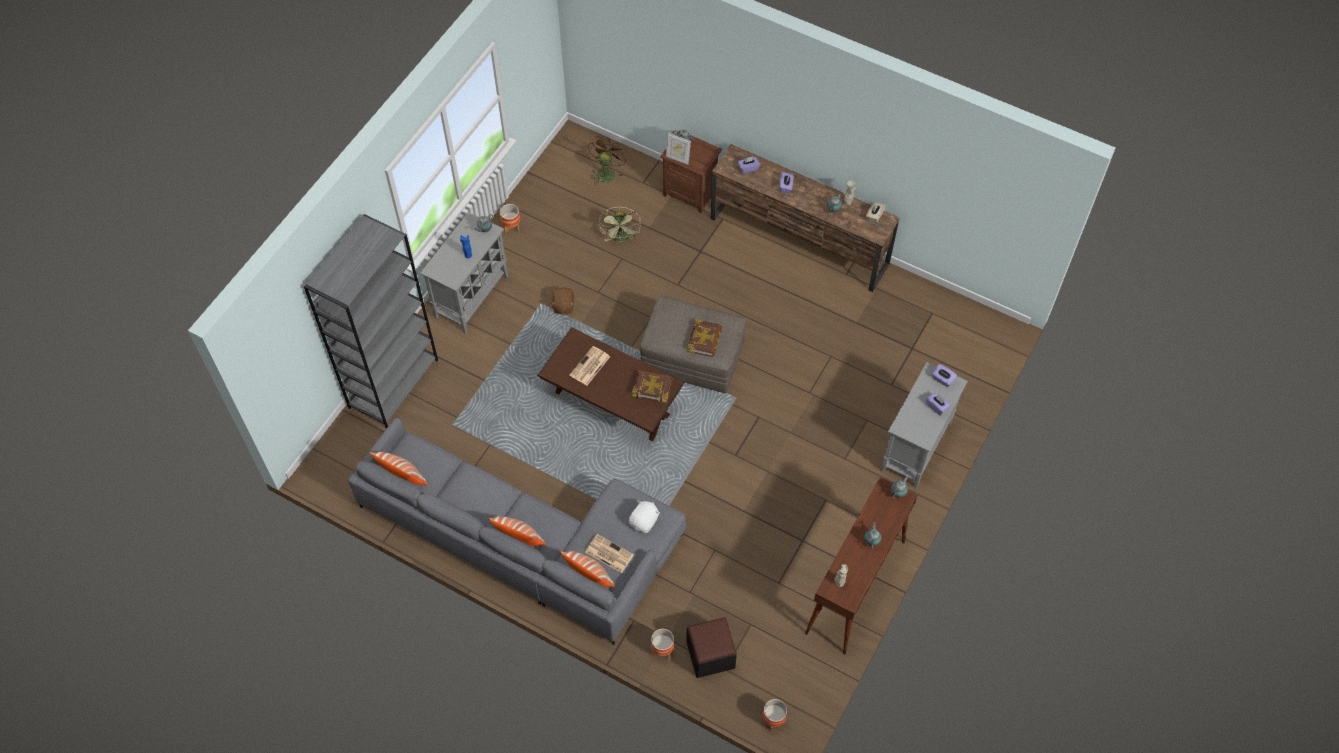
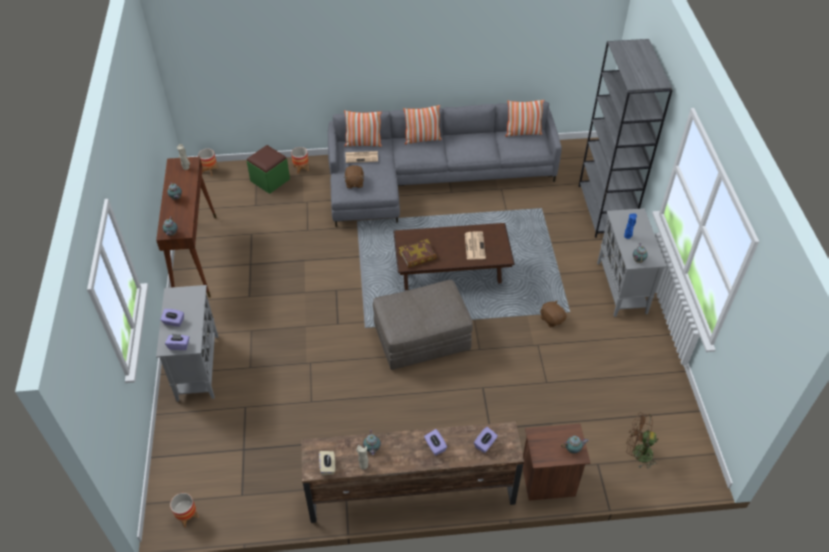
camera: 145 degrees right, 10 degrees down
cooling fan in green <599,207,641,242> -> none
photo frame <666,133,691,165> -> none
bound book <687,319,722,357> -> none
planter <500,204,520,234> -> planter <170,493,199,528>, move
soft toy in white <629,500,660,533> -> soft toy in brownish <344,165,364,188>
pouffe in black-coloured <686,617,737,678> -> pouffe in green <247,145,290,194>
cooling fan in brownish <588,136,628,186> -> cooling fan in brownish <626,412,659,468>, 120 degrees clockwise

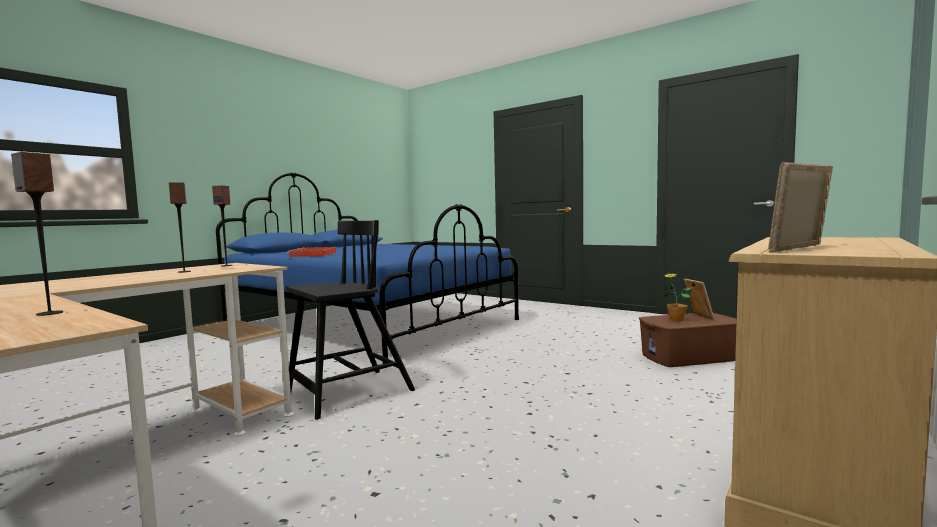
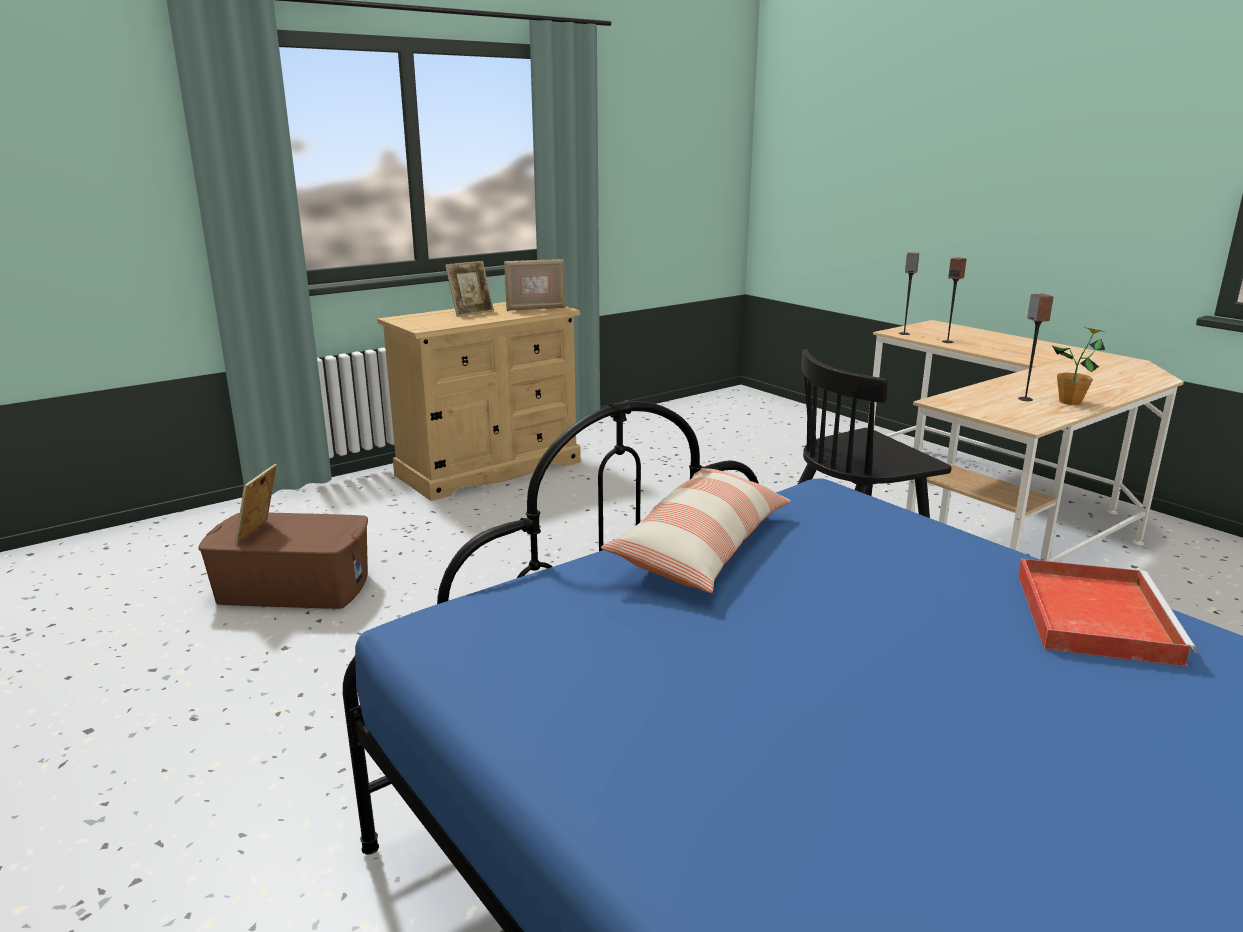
camera: 165 degrees left, 15 degrees up
none -> photo frame <445,261,494,317>
none -> cushion <601,468,791,593>
loudspeaker <212,186,232,266> -> loudspeaker <899,252,919,335>, move
plant in a pot <664,273,692,322> -> plant in a pot <1052,327,1105,405>, move

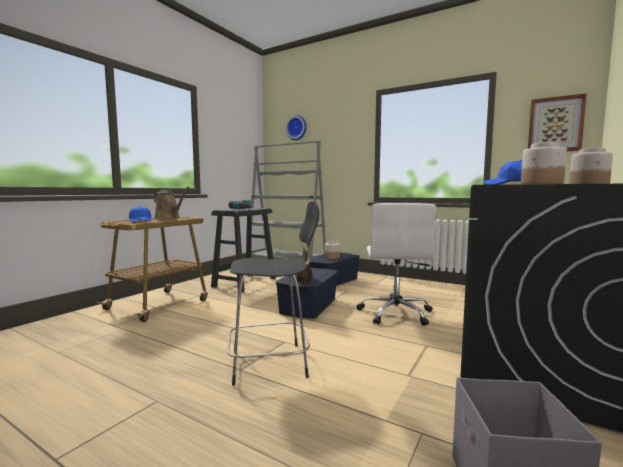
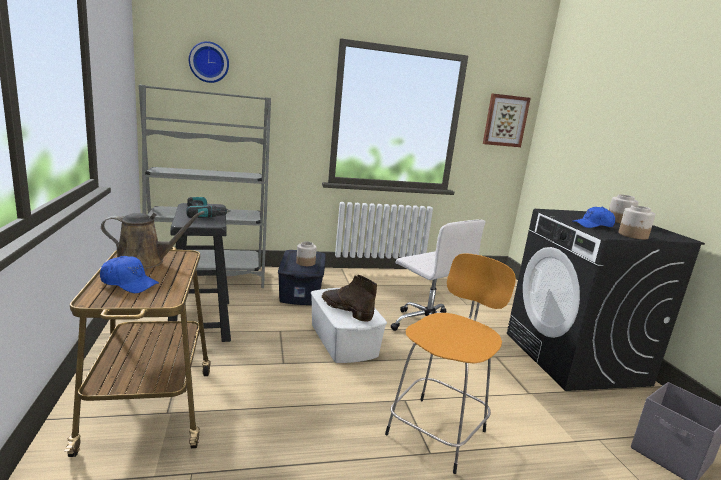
camera: 45 degrees left, 10 degrees up
stool in black-coloured <227,202,319,386> -> stool in orange-coloured <385,253,516,474>
storage bin in bluish <275,268,338,319> -> storage bin in white <311,288,387,363>

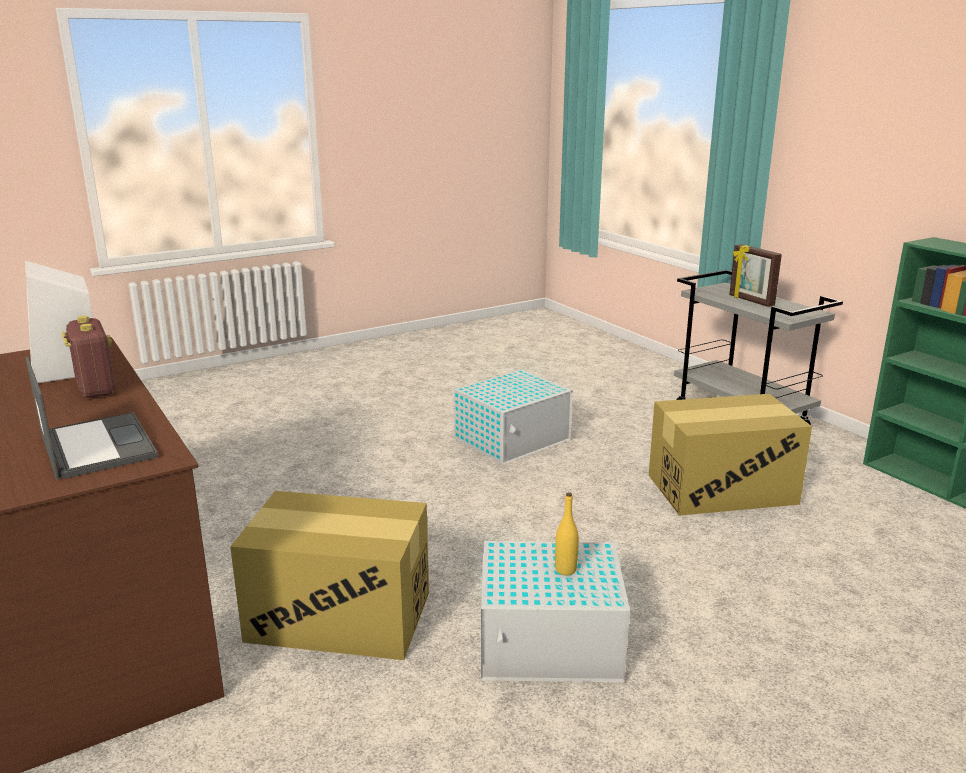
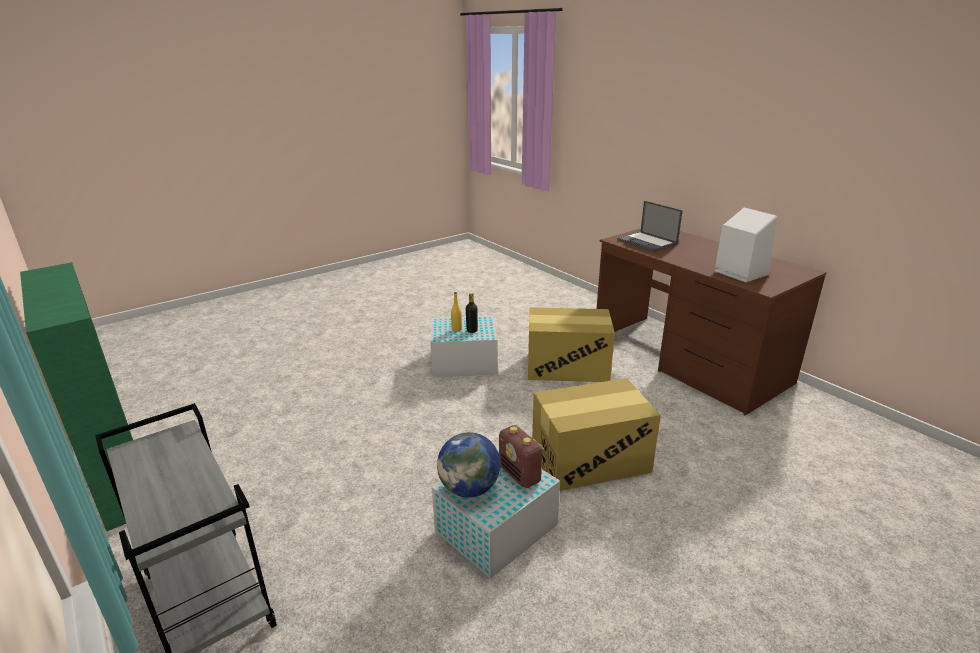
camera: 175 degrees right, 5 degrees up
photo frame <729,244,782,307> -> none
none -> globe <437,432,501,498>
none -> drink bottle in black-coloured <466,293,478,333>
radio set <62,316,116,398> -> radio set <499,425,544,488>, move
carton <649,394,812,516> -> carton <532,378,661,491>, move

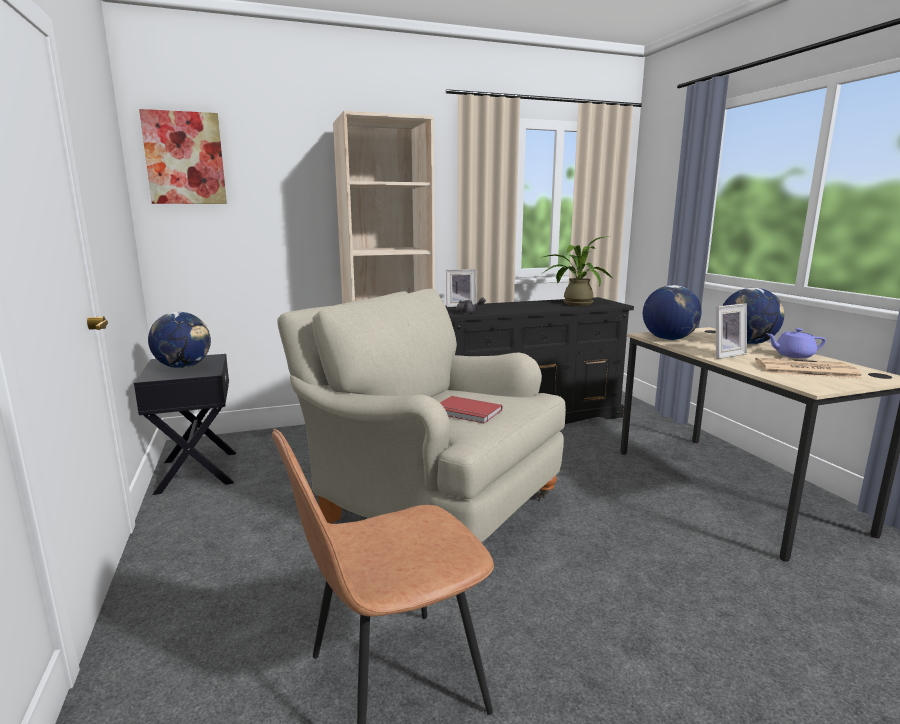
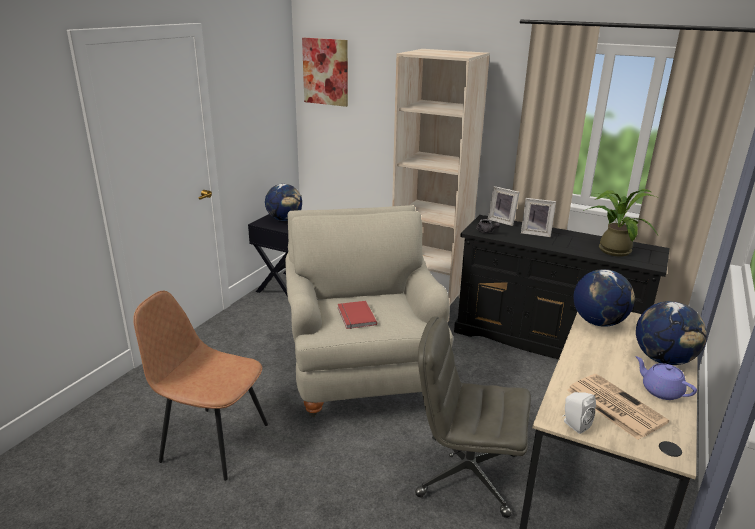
camera: 45 degrees right, 10 degrees up
none -> office chair in greyish <415,316,531,518>
none -> loudspeaker in white <562,392,596,434>
photo frame <716,303,747,359> -> photo frame <521,198,556,237>, move

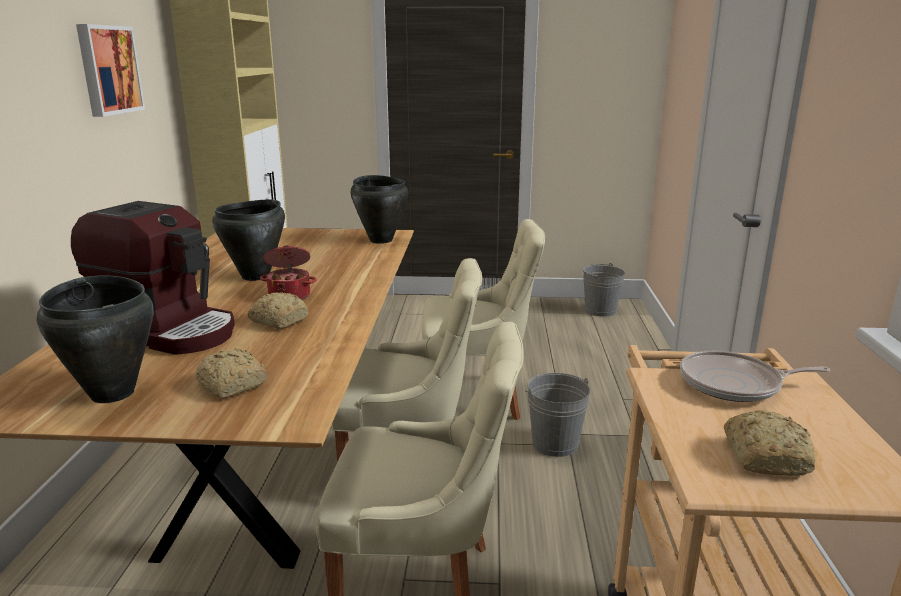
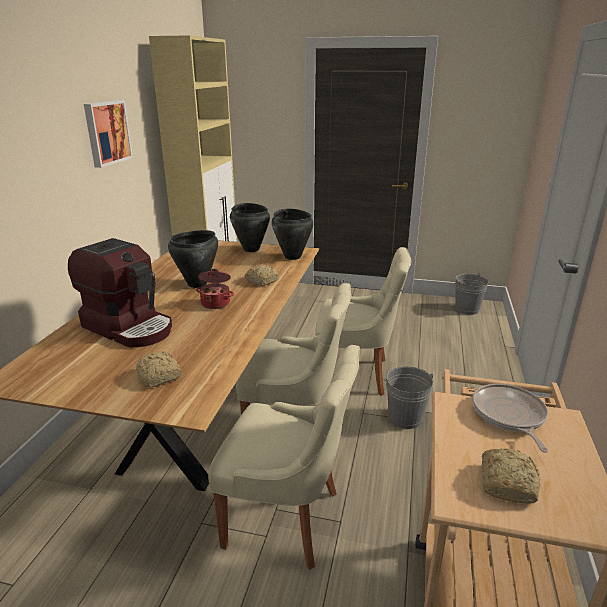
camera: 10 degrees right, 5 degrees up
stockpot in black-coloured <36,275,153,403> -> stockpot in black-coloured <230,203,270,252>, move
bread <247,292,309,329> -> bread <245,265,279,286>, move
frying pan <680,351,830,402> -> frying pan <472,384,548,453>, 75 degrees clockwise

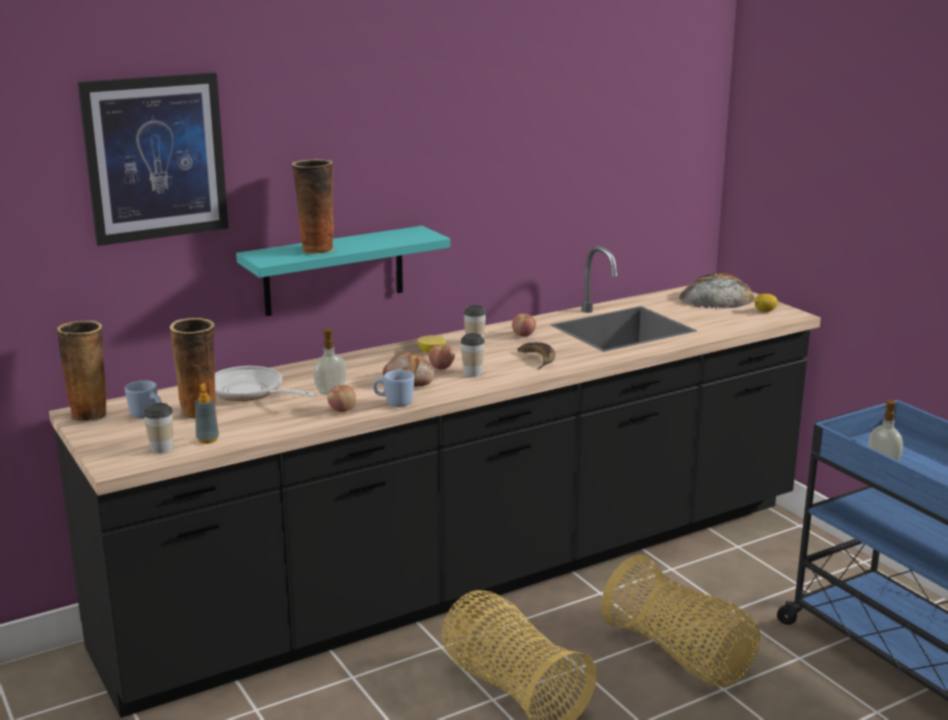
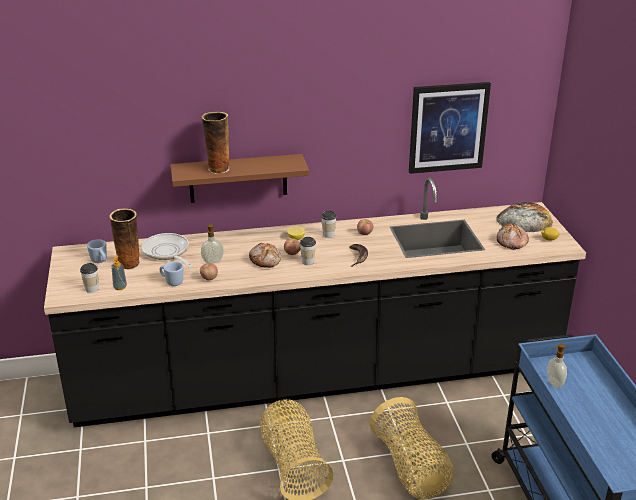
camera: 20 degrees right, 10 degrees up
flower vase <57,321,109,422> -> none
none -> bread <497,223,529,250>
wall art <78,72,229,246> -> wall art <409,82,491,174>, move
mug in bluish <373,370,414,407> -> mug in bluish <159,261,183,286>, move
wall shelf in blue-green <236,226,450,316> -> wall shelf in brownish <171,154,309,203>

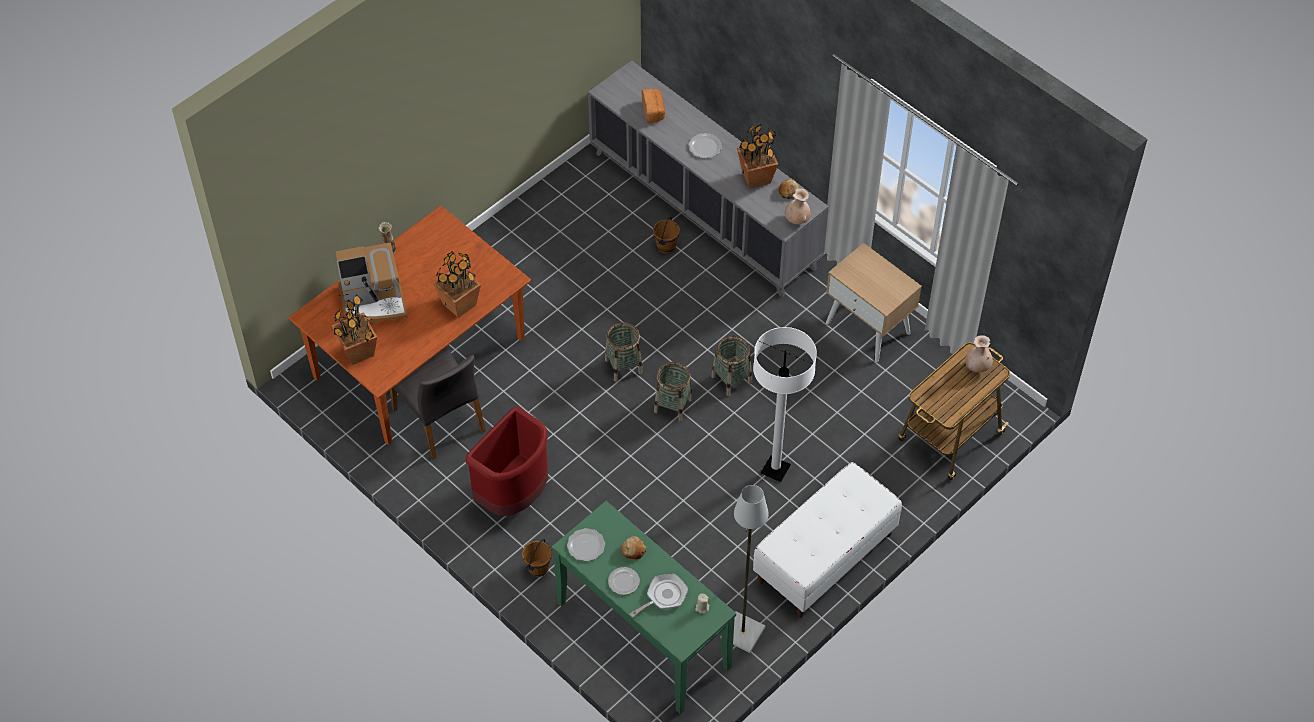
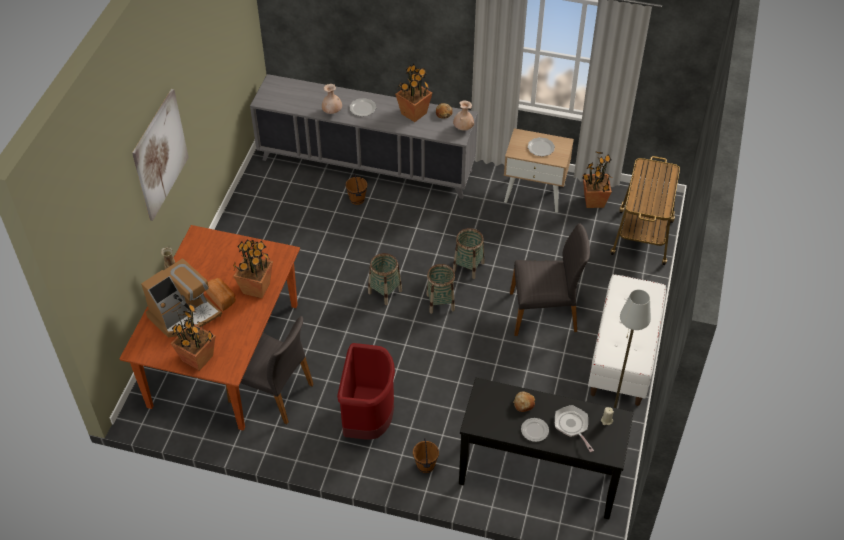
camera: 30 degrees left, 5 degrees down
none -> wall art <132,89,189,221>
none -> plant in a pot <582,151,612,208>
plate <567,528,605,561> -> plate <527,137,555,157>, move
bread <642,89,665,123> -> bread <206,278,236,311>, move
flower vase in sand-coloured <965,335,993,372> -> flower vase in sand-coloured <322,84,342,114>, move
floor lamp in white <753,327,817,482> -> plain chair in greyish <510,223,590,336>
narrow table in green <552,501,736,714> -> narrow table in black-coloured <459,378,634,520>
frying pan <630,574,688,617> -> frying pan <555,405,594,452>, 45 degrees counterclockwise

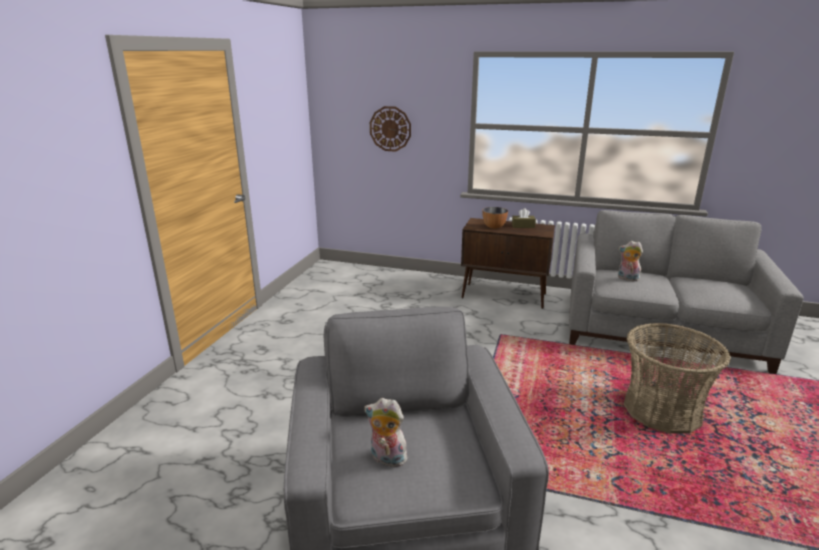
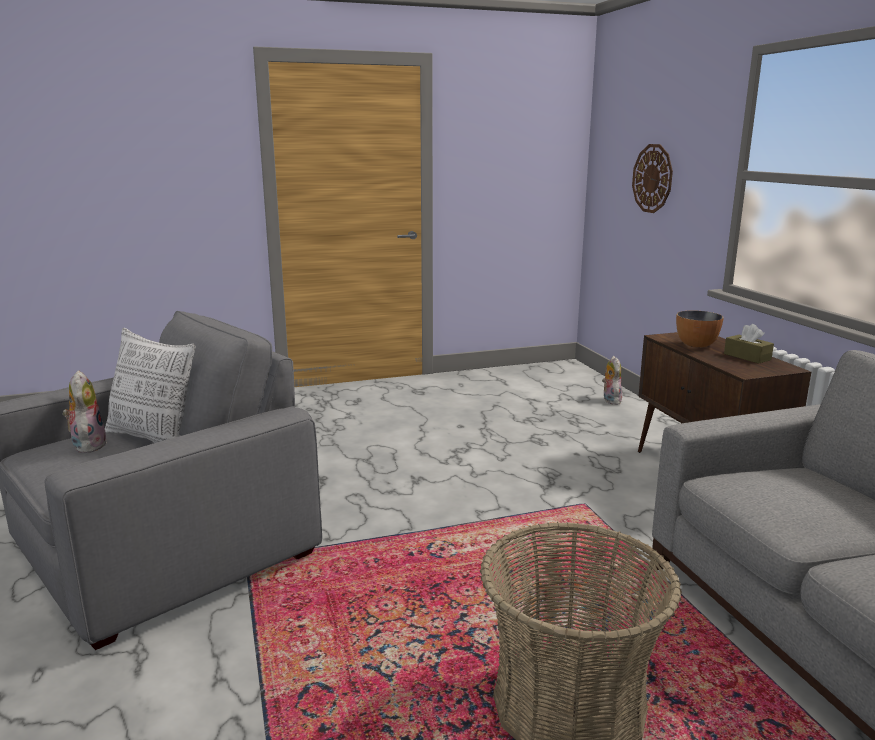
camera: 55 degrees right, 5 degrees down
none -> cushion <105,328,196,443>
soft toy <618,241,643,281> -> soft toy <602,356,622,405>, move

